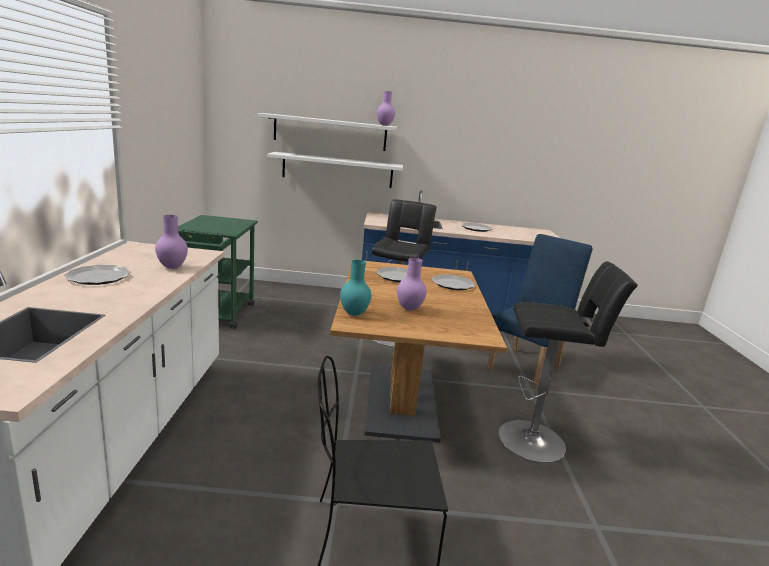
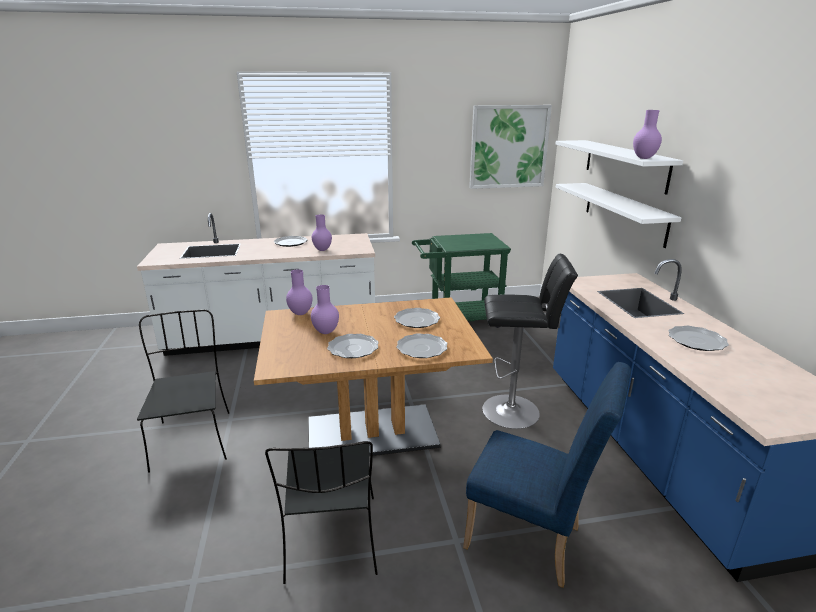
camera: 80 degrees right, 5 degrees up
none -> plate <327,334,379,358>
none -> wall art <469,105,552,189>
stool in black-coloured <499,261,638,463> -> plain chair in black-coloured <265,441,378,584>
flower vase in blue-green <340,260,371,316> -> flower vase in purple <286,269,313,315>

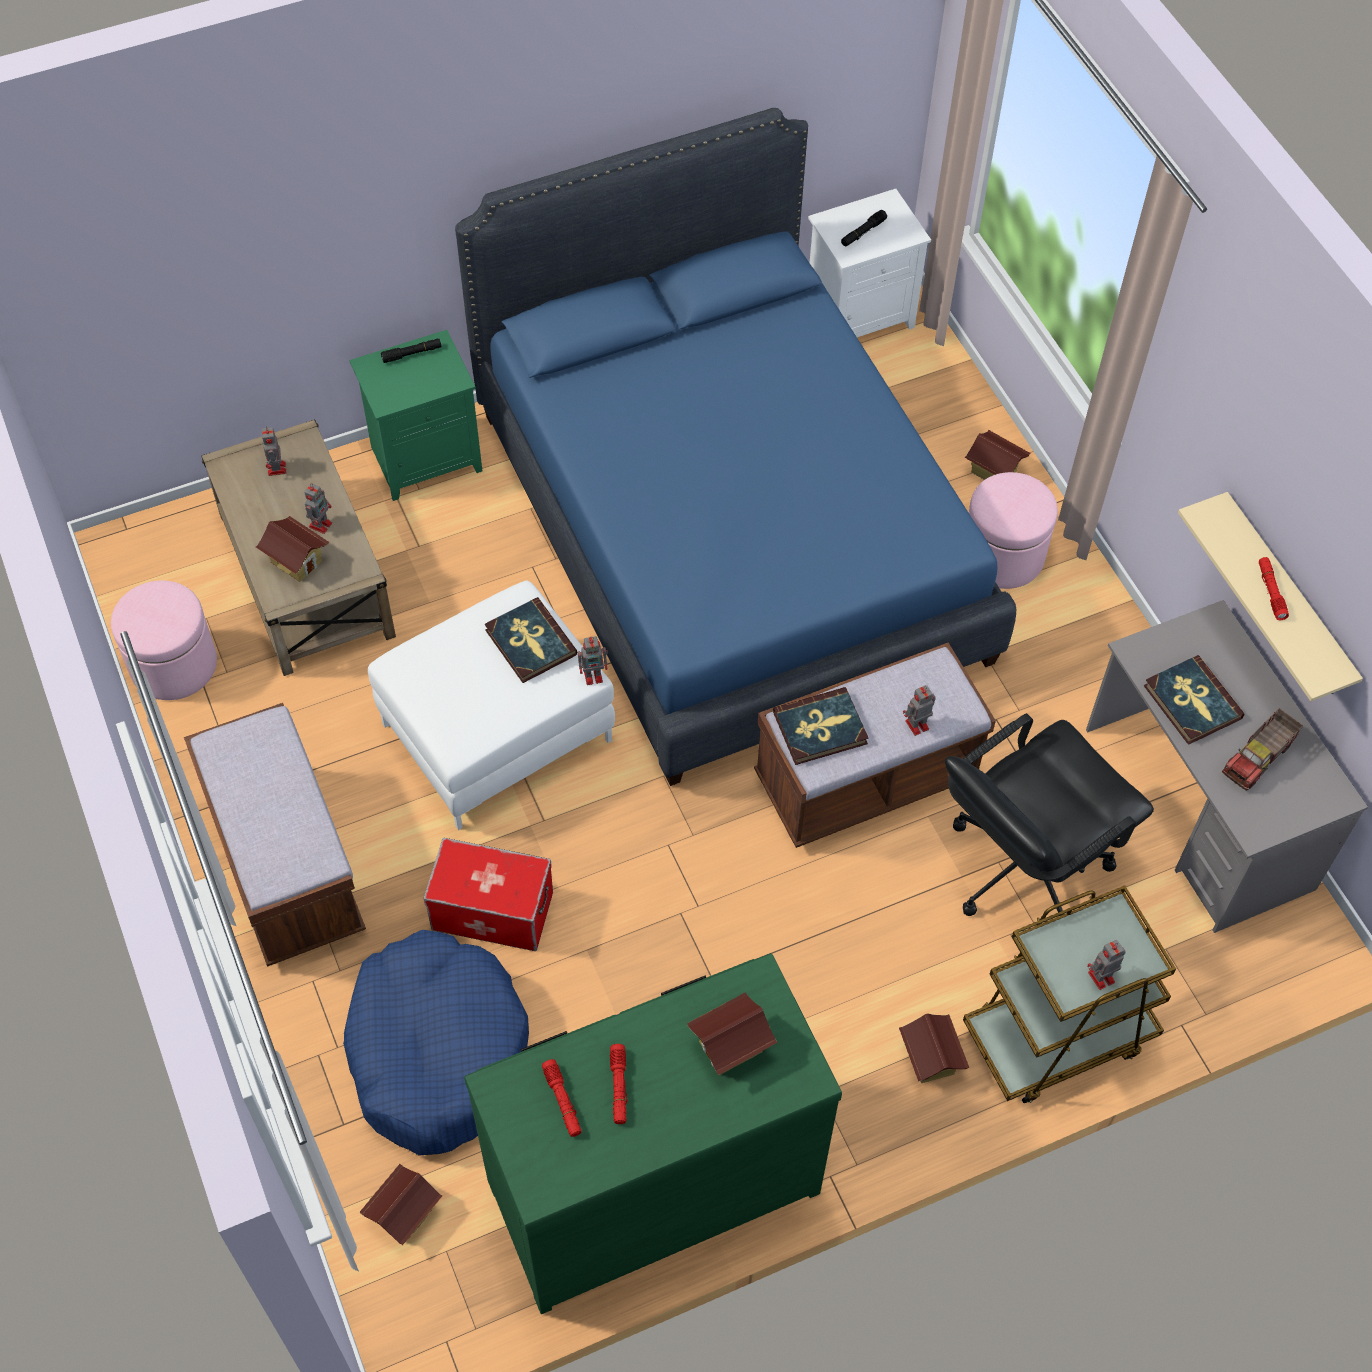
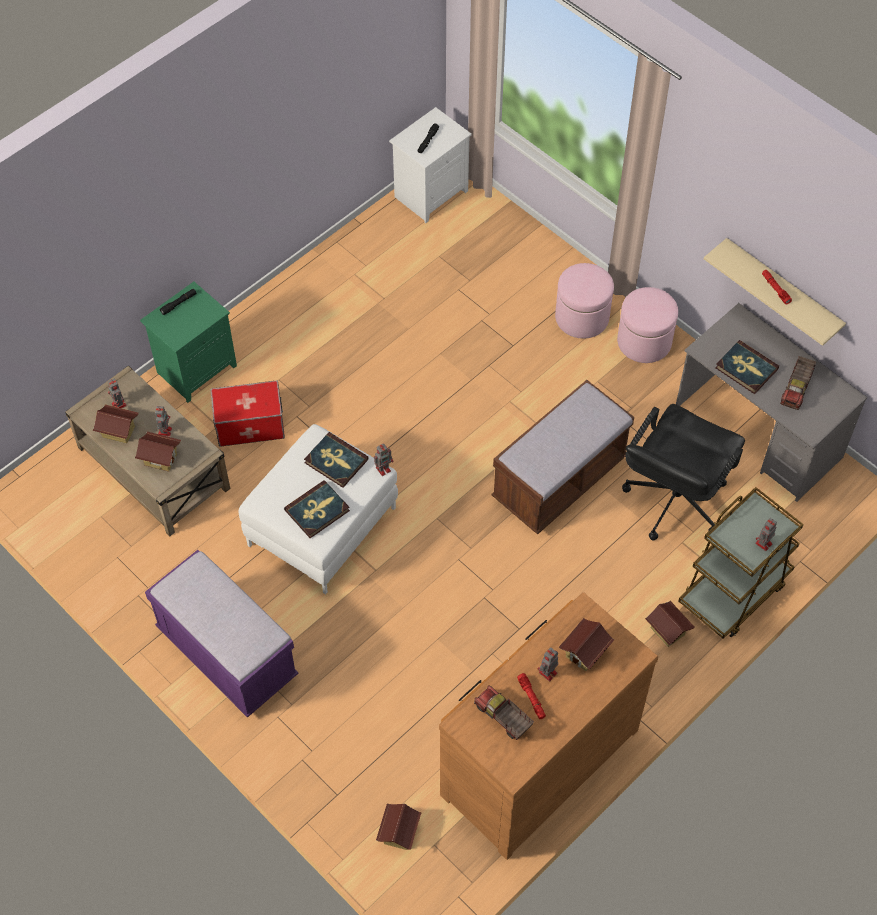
camera: 20 degrees left, 0 degrees up
pet bed in bluish <343,930,529,1155> -> none
bedroom bed in bluish <455,108,1016,786> -> none
pouffe in pink <111,581,217,700> -> pouffe in pink <617,287,678,363>, move
storage bin <424,838,553,951> -> storage bin <210,380,285,447>, move
bound book <773,687,869,765> -> bound book <284,480,350,538>, move
robot figure <903,685,936,736> -> robot figure <537,647,558,681>, move
model house <964,430,1030,480> -> model house <93,404,138,444>, move
flashlight in red-coloured <542,1059,581,1137> -> model truck <474,685,534,740>
long seat in brownish <184,703,366,967> -> long seat in purple <145,550,298,718>
dresser in green <464,953,842,1314> -> dresser in brownish <439,592,658,860>

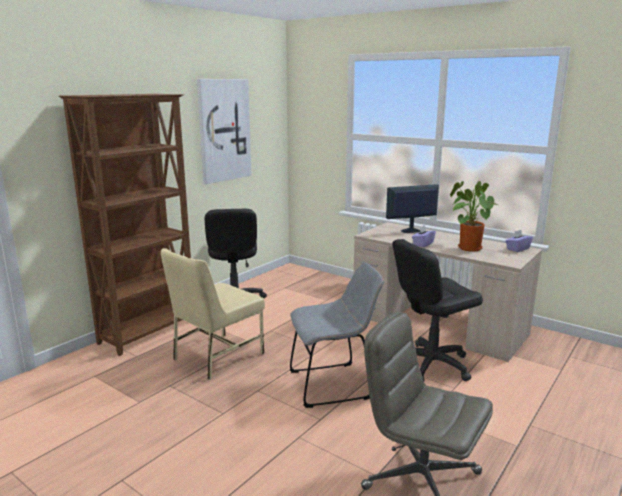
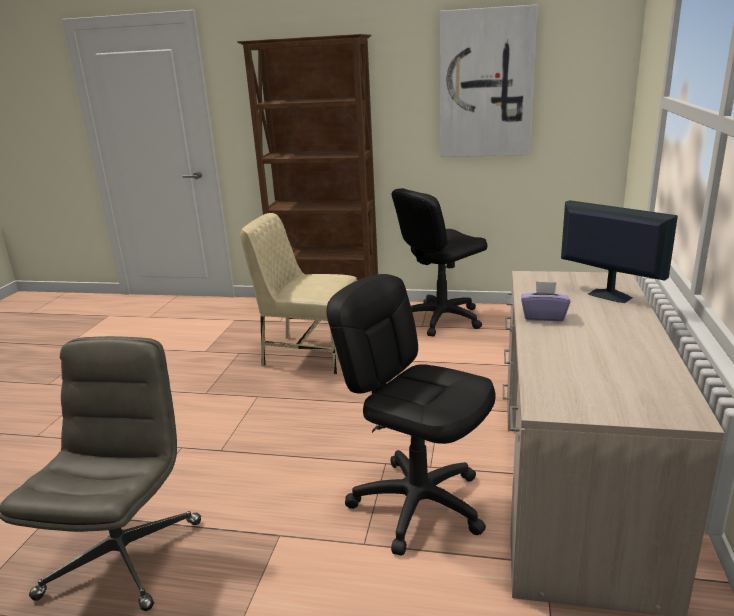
camera: 65 degrees right, 5 degrees up
plain chair in greyish <290,263,384,408> -> none
plant in a pot <450,181,500,252> -> none
box of tissues in purple <506,230,533,252> -> none

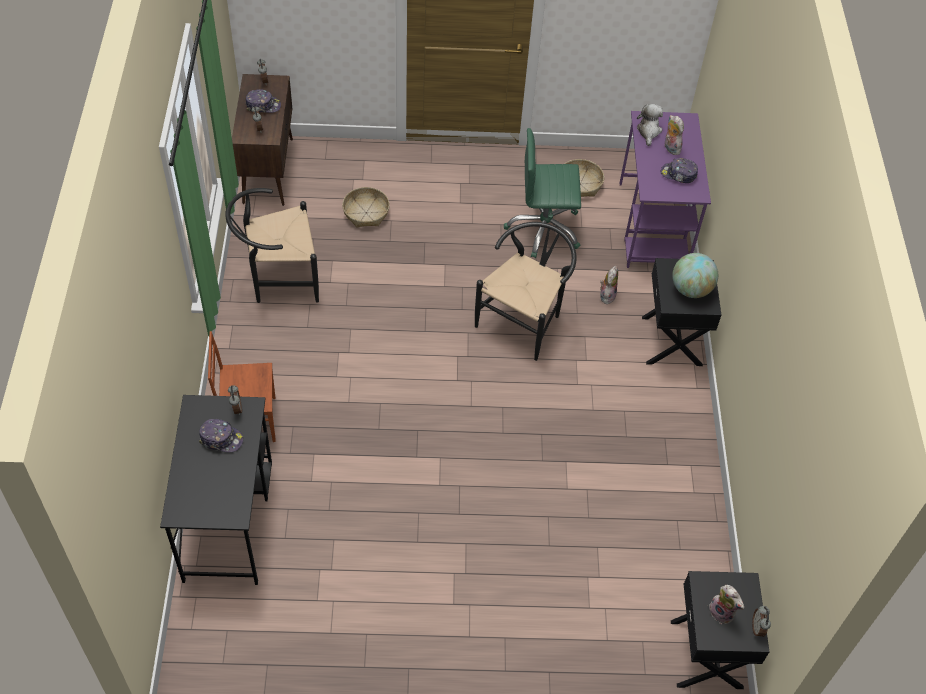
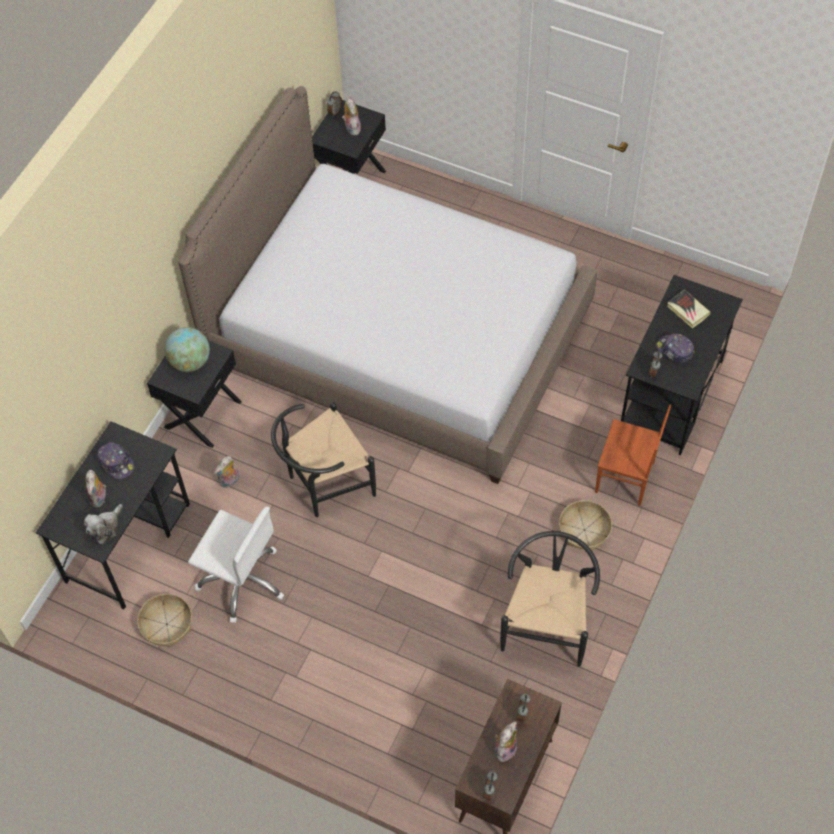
camera: 150 degrees left, 5 degrees up
none -> bedroom bed <178,86,597,484>
none -> bound book <667,289,711,328>
basket <342,187,390,227> -> basket <559,500,612,550>, move
baseball cap <246,89,281,113> -> soft toy <495,721,517,762>
office chair in green <504,128,581,258> -> office chair in white <188,507,284,623>
desk unit in purple <620,111,711,268> -> desk unit in black-coloured <36,421,190,609>
plain chair in black-coloured <226,188,319,303> -> plain chair in black-coloured <500,531,600,667>, 90 degrees counterclockwise

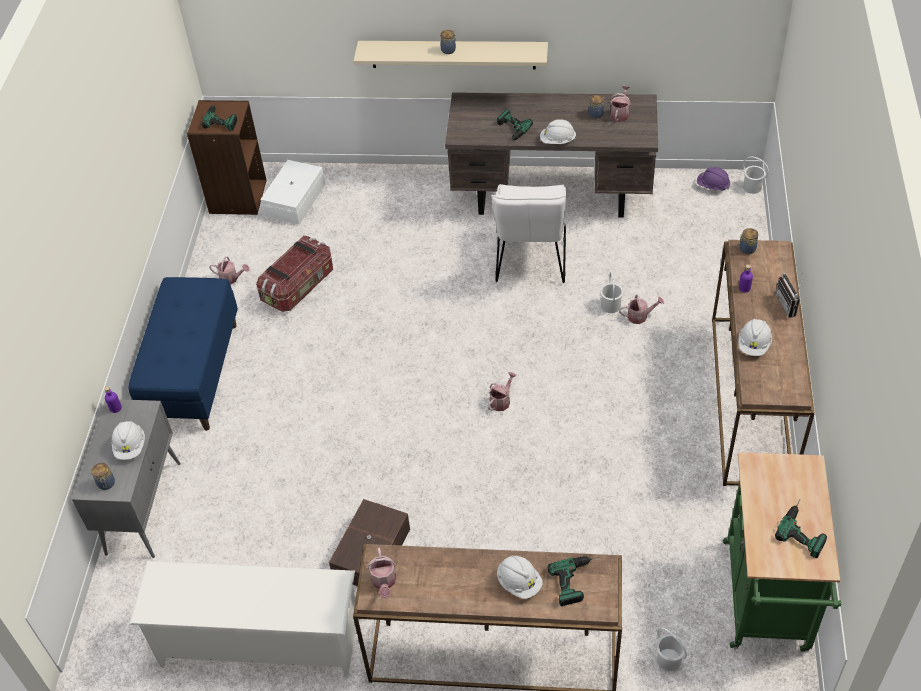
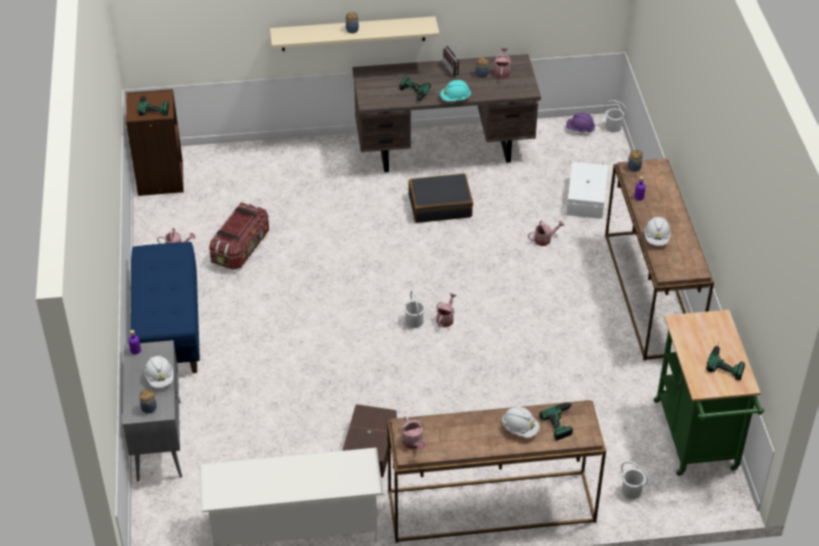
camera: 15 degrees left, 5 degrees down
storage bin in white <260,160,325,225> -> storage bin in white <566,162,608,219>, move
pail in white <600,272,624,313> -> pail in white <404,290,425,328>, move
radio set <775,273,803,318> -> radio set <443,44,459,77>, move
plain chair in white <491,184,567,283> -> piece of luggage in black-coloured <409,173,473,223>
work helmet in white <540,119,576,144> -> work helmet in blue-green <440,80,471,101>

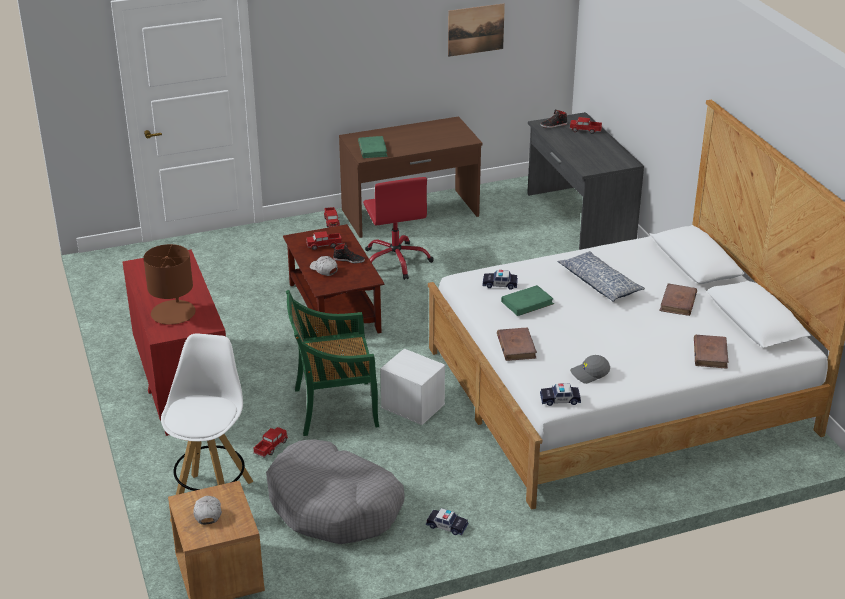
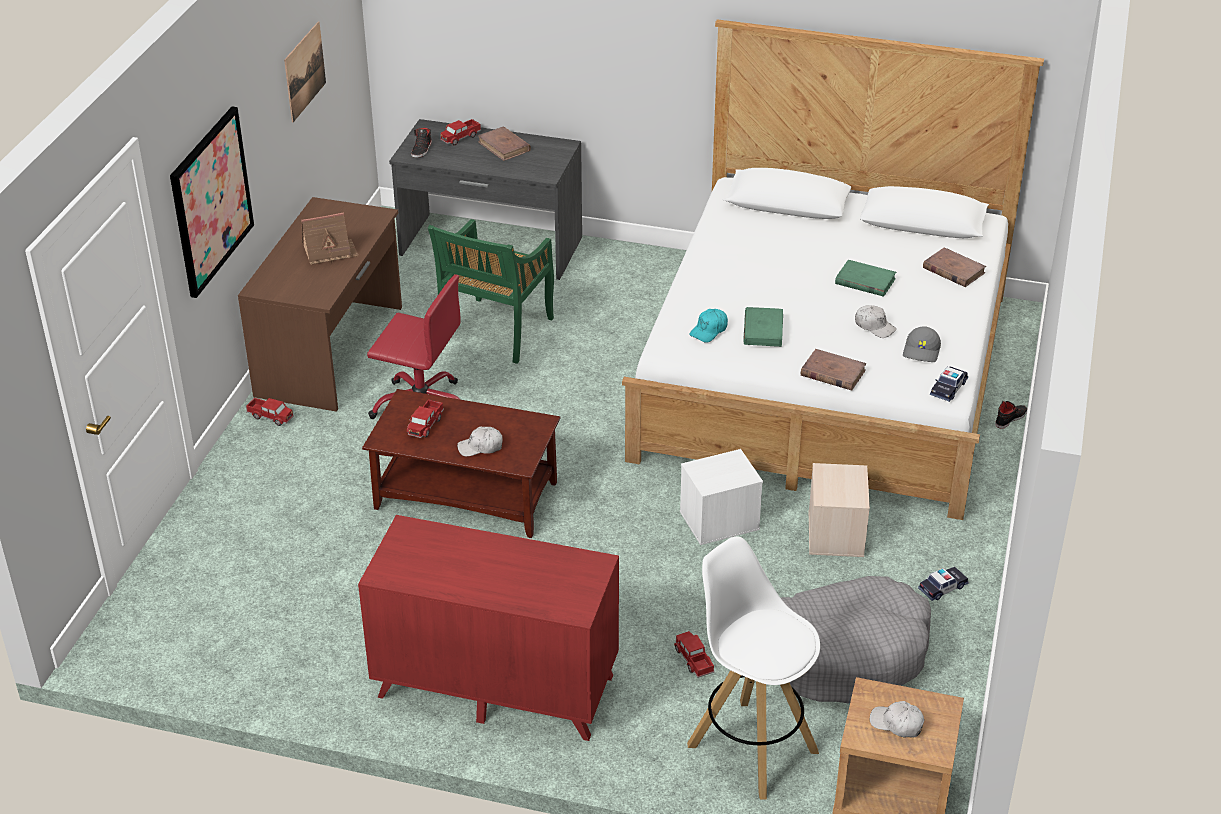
camera: 55 degrees left, 5 degrees up
tabletop lamp in brownish <143,244,196,325> -> none
cushion <557,251,645,302> -> none
none -> wall art <170,107,254,298>
none -> model house <301,213,358,265>
none -> storage bin in sand-coloured <809,463,870,557>
none -> baseball cap in white <855,305,897,338>
plain chair in green <286,290,379,436> -> plain chair in green <428,219,554,364>, move
item of footwear in black-coloured <333,243,365,263> -> item of footwear in black-coloured <995,401,1027,429>, move
bound book in green <358,136,387,158> -> bound book in green <835,260,896,297>, move
bound book in brownish <659,283,697,316> -> bound book in brownish <478,126,531,161>, move
toy car <482,270,518,290> -> baseball cap in blue-green <689,309,728,343>

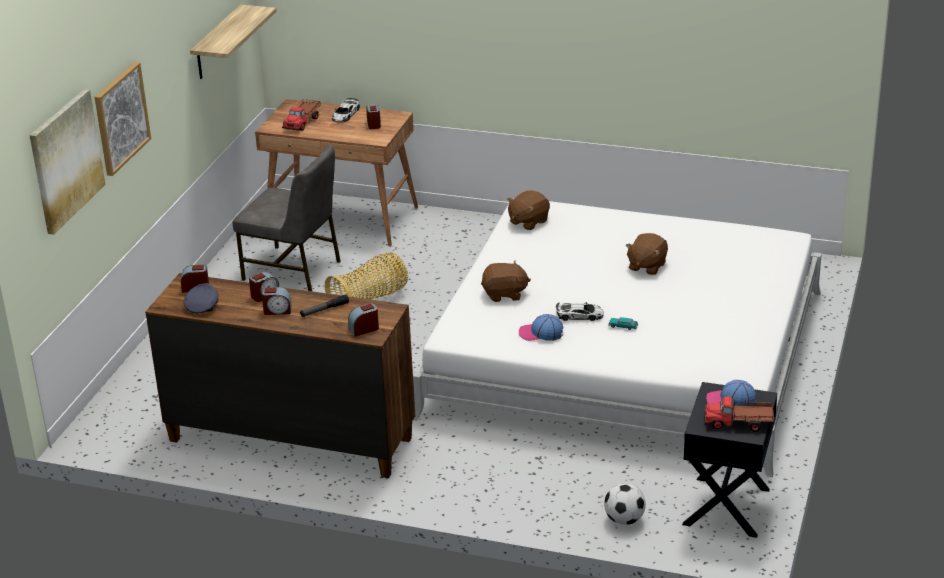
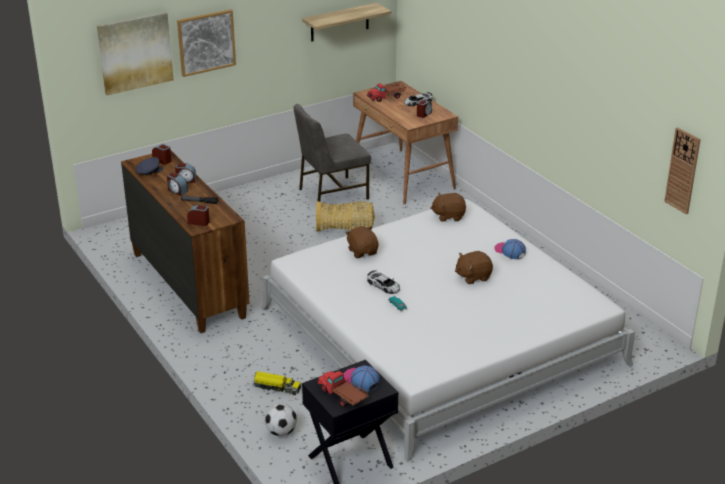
camera: 40 degrees right, 0 degrees up
none -> model truck <253,371,301,395>
none -> clock on the wall <664,127,701,214>
baseball cap <519,314,563,341> -> baseball cap <494,239,526,259>, move
plain chair in greyish <233,144,341,291> -> plain chair in greyish <294,104,371,202>, 90 degrees clockwise
soft toy in brownish <481,260,531,302> -> soft toy in brownish <345,226,378,258>, 150 degrees counterclockwise

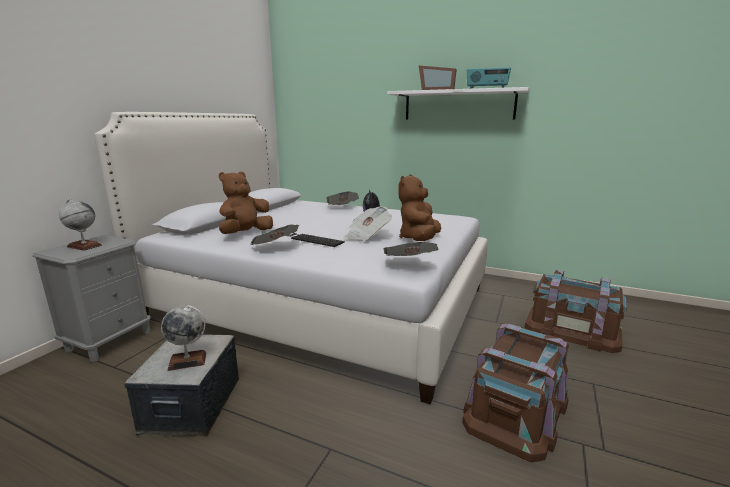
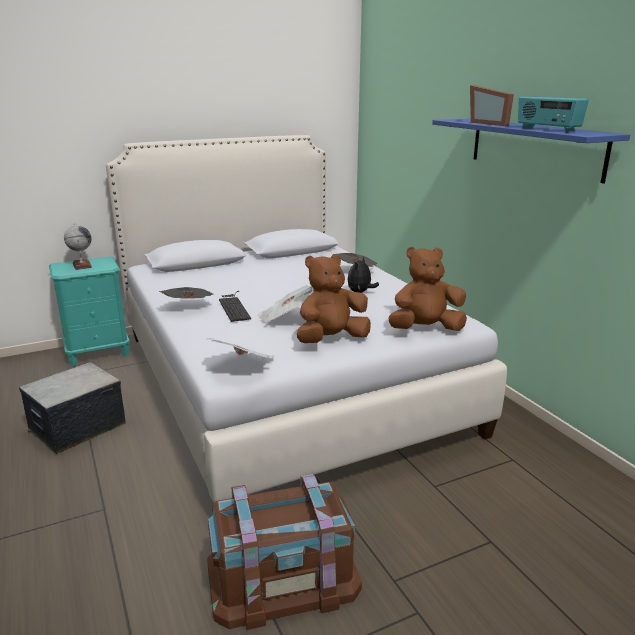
camera: 40 degrees right, 5 degrees up
globe <161,305,207,371> -> none
storage bin in brownish <525,270,627,353> -> none
soft toy in brownish <219,172,273,234> -> soft toy in brownish <388,247,467,331>, move
nightstand in greyish <32,235,151,362> -> nightstand in blue-green <49,256,130,366>
wall shelf in white <387,87,530,120> -> wall shelf in bluish <432,118,630,184>

